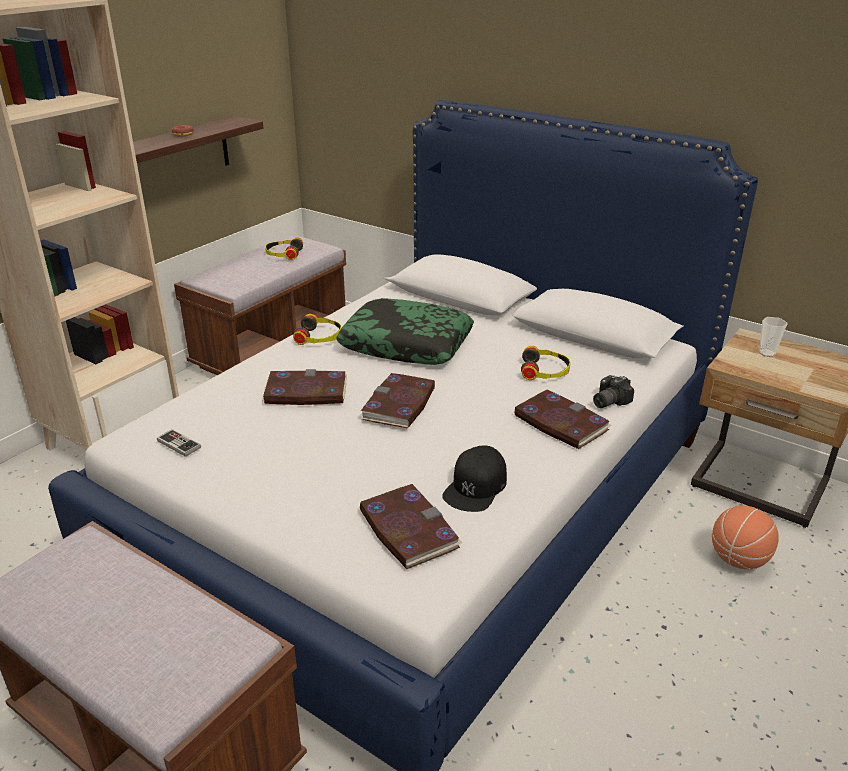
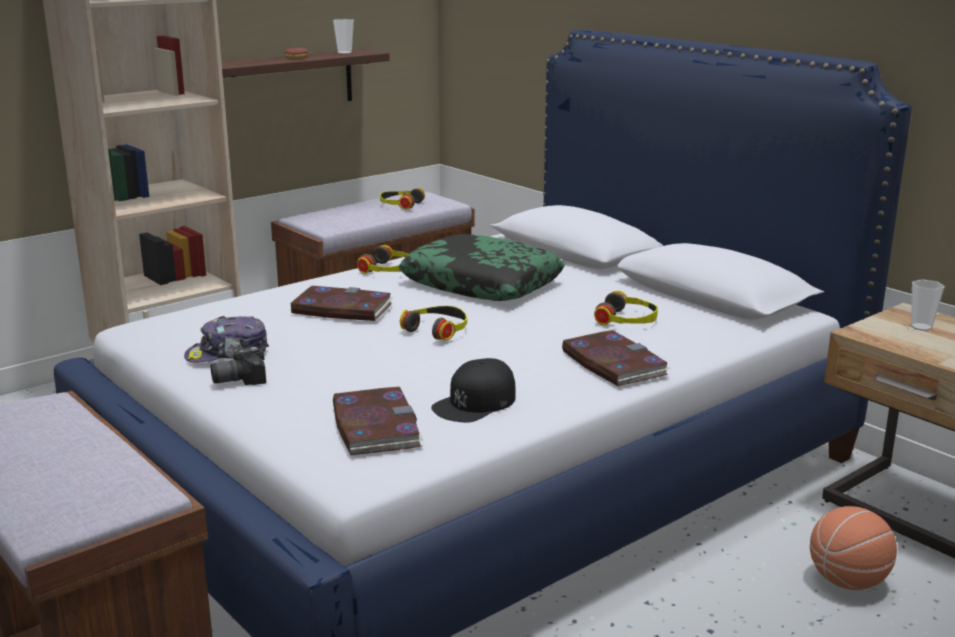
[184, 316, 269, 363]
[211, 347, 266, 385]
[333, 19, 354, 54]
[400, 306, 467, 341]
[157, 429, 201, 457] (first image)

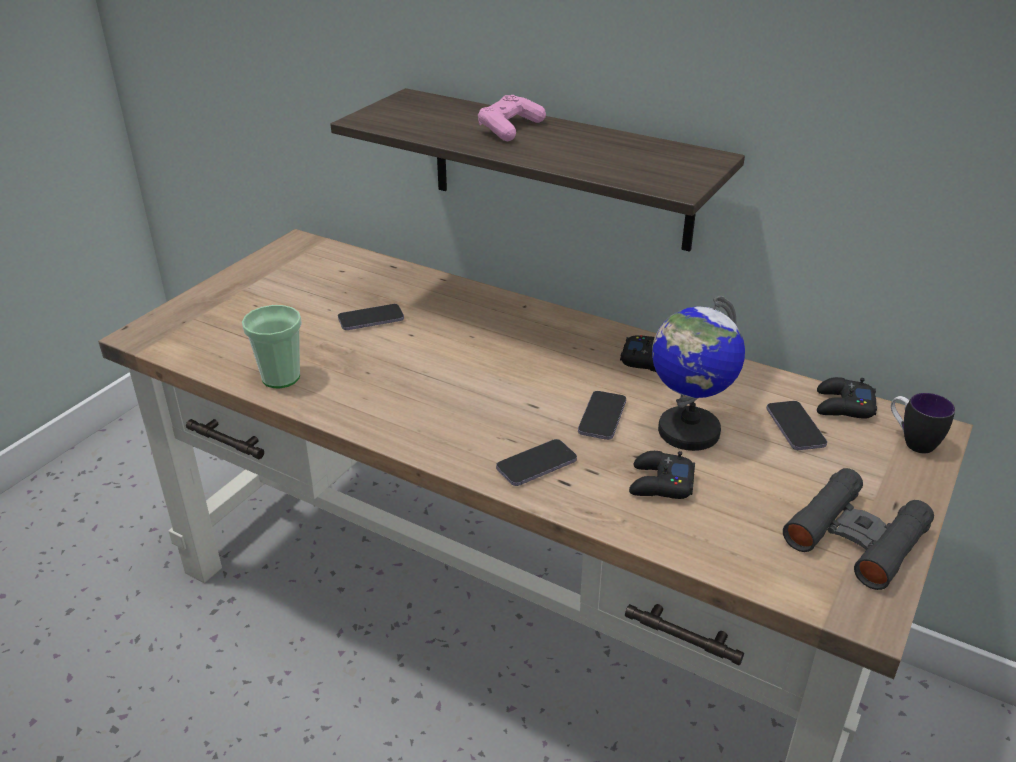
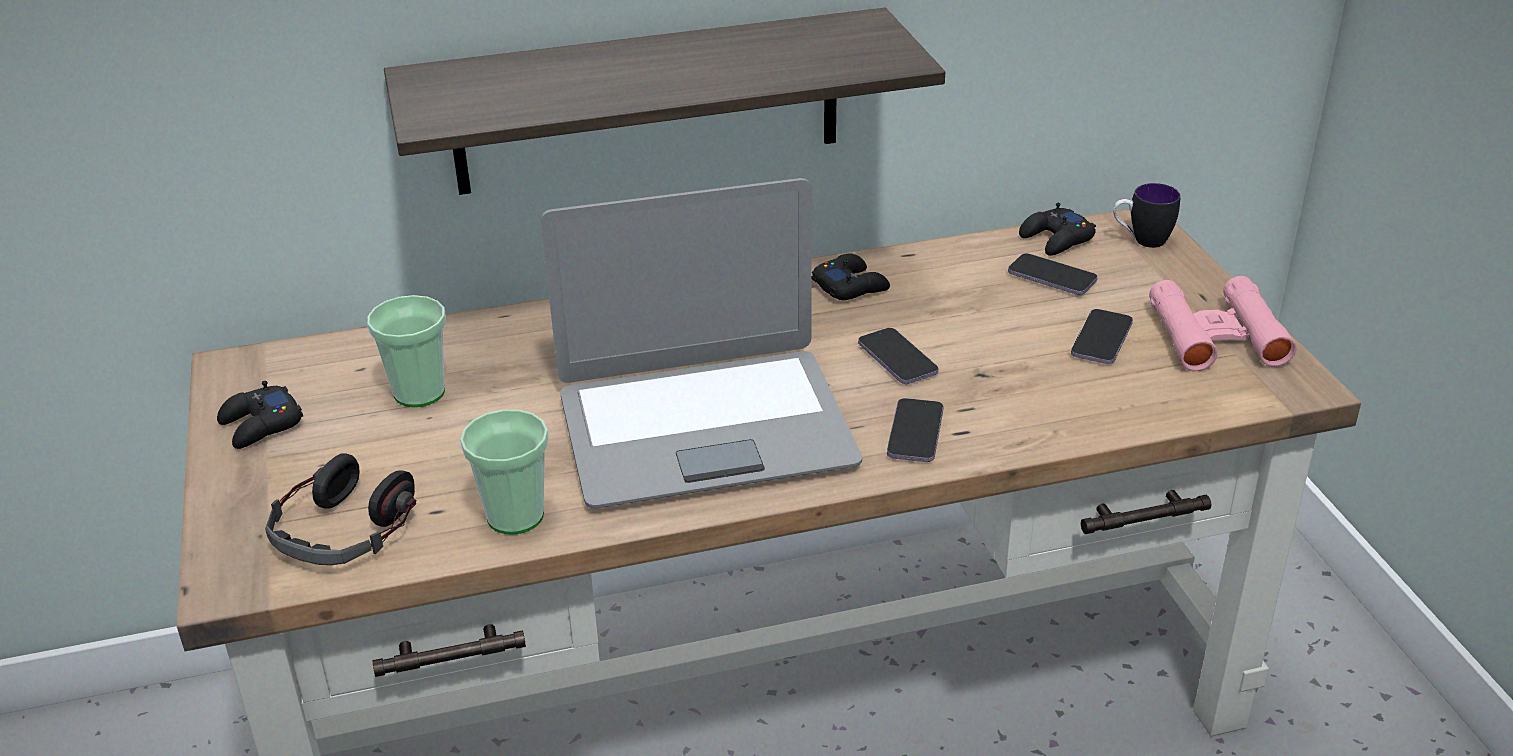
[217, 381, 303, 449]
[265, 453, 417, 565]
[367, 295, 446, 407]
[541, 178, 862, 508]
[1071, 309, 1133, 364]
[1149, 276, 1297, 371]
[478, 95, 546, 141] (first image)
[652, 295, 745, 451] (first image)

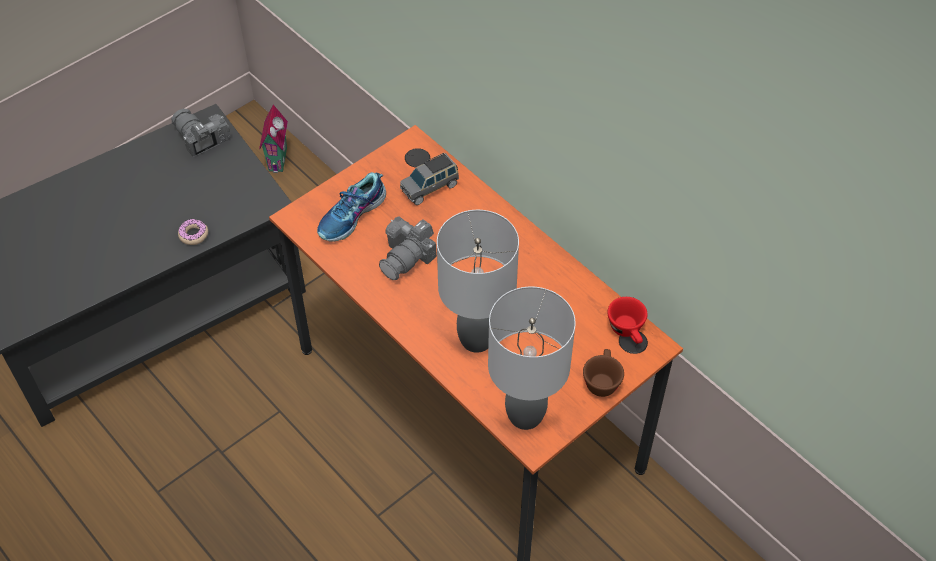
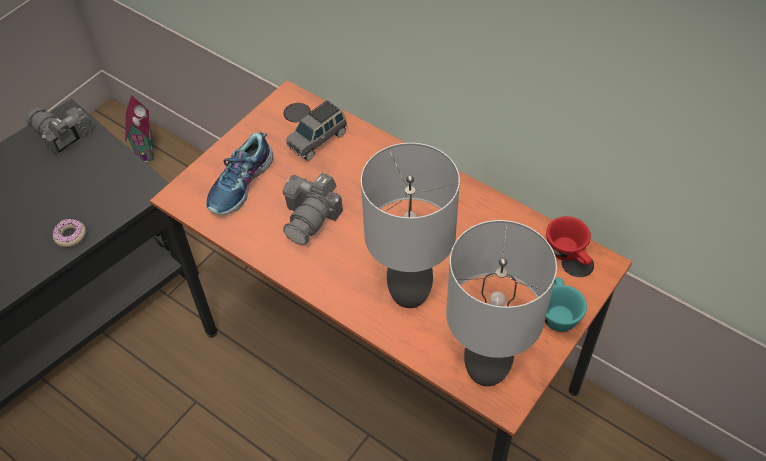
[545, 277, 587, 332]

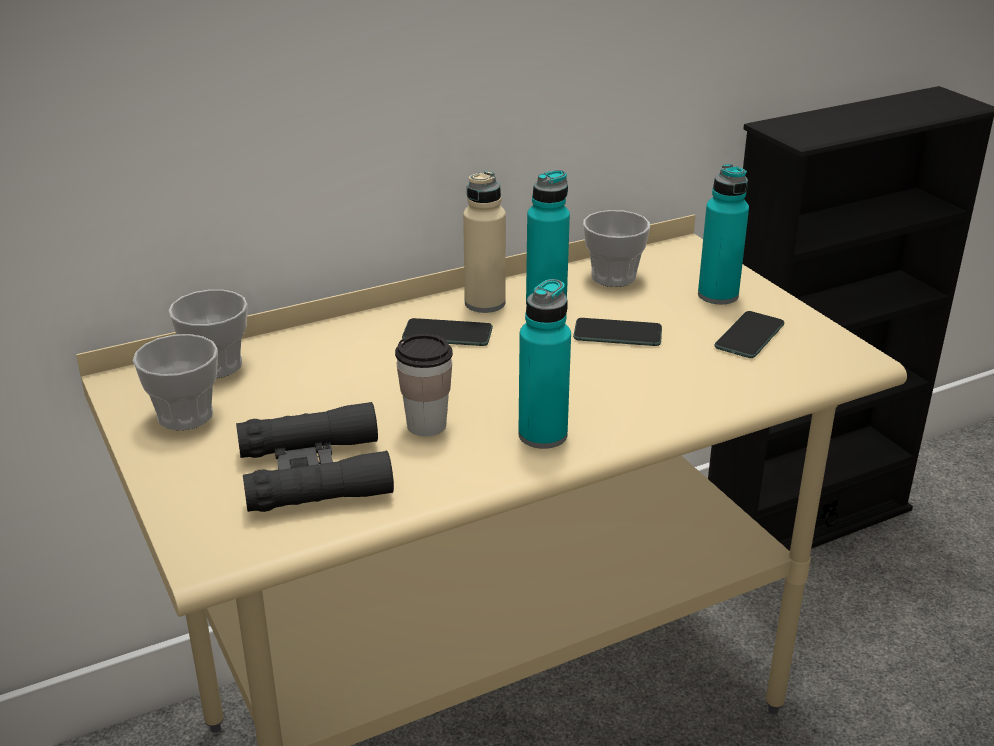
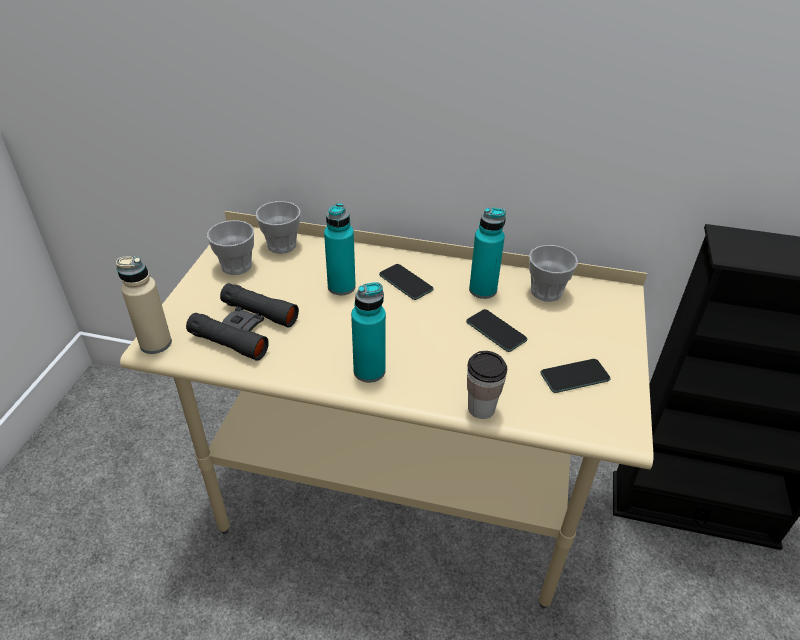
[116, 256, 172, 354]
[324, 203, 356, 295]
[467, 351, 507, 419]

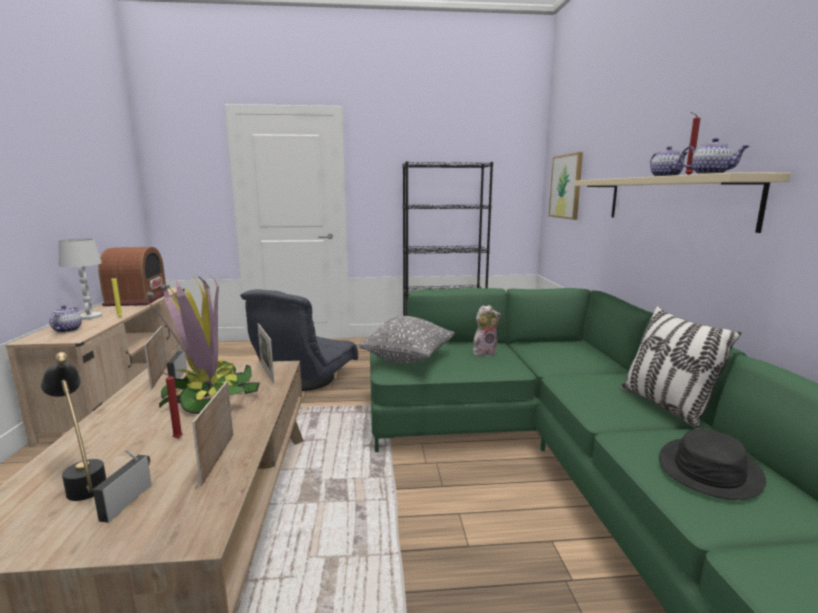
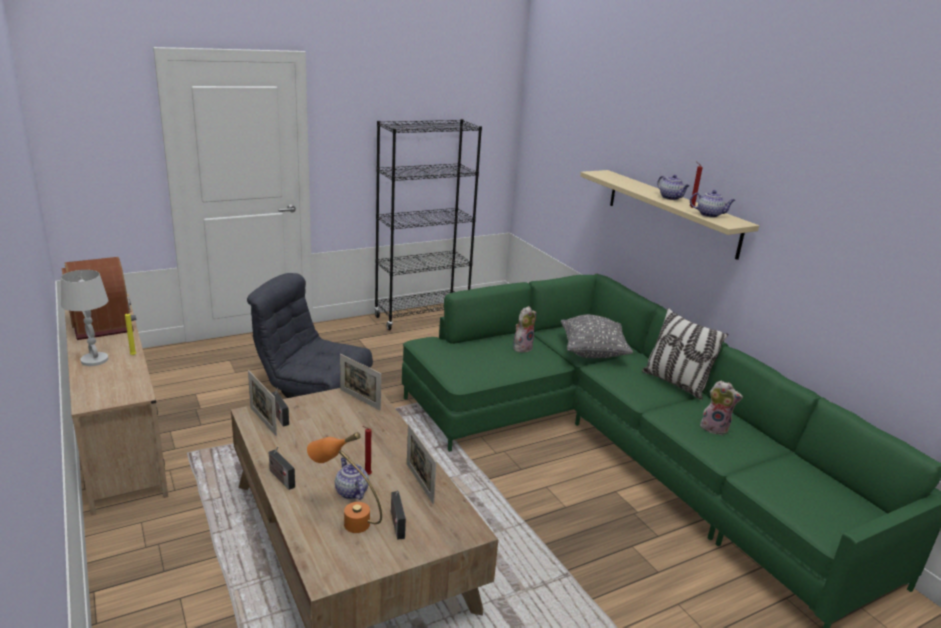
[247, 273, 373, 398]
[269, 446, 295, 490]
[307, 432, 382, 533]
[335, 457, 369, 500]
[561, 315, 633, 358]
[700, 381, 743, 435]
[146, 273, 260, 414] (first image)
[549, 152, 583, 220] (first image)

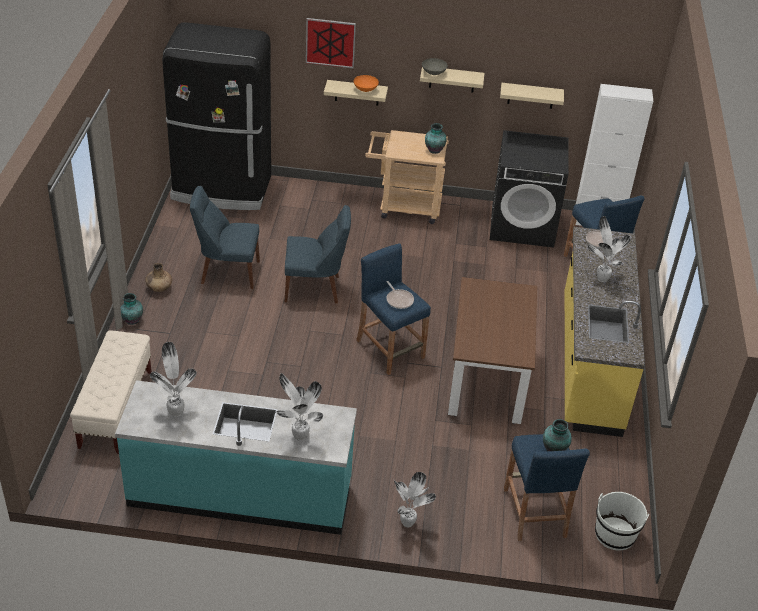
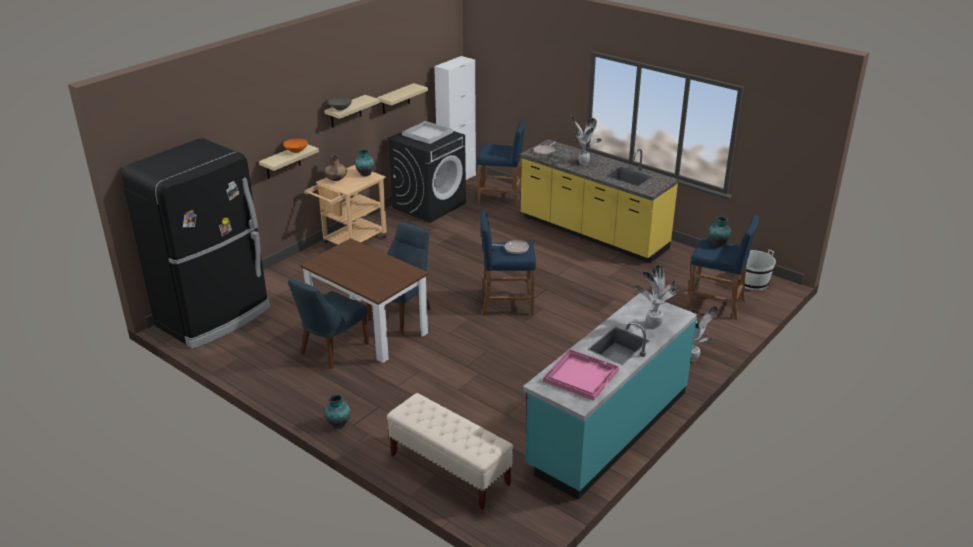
[300, 238, 429, 363]
[324, 155, 347, 181]
[402, 121, 453, 144]
[543, 349, 619, 401]
[306, 18, 356, 68] (first image)

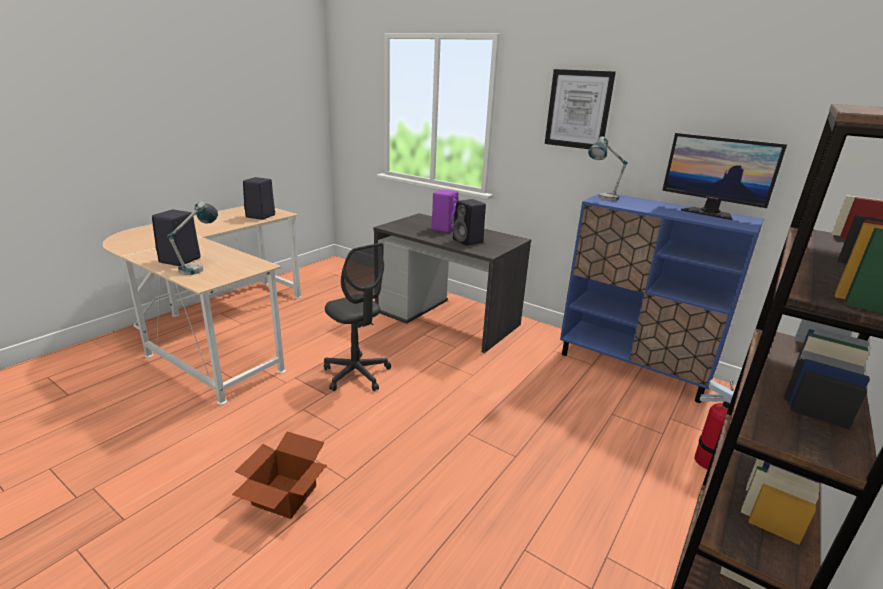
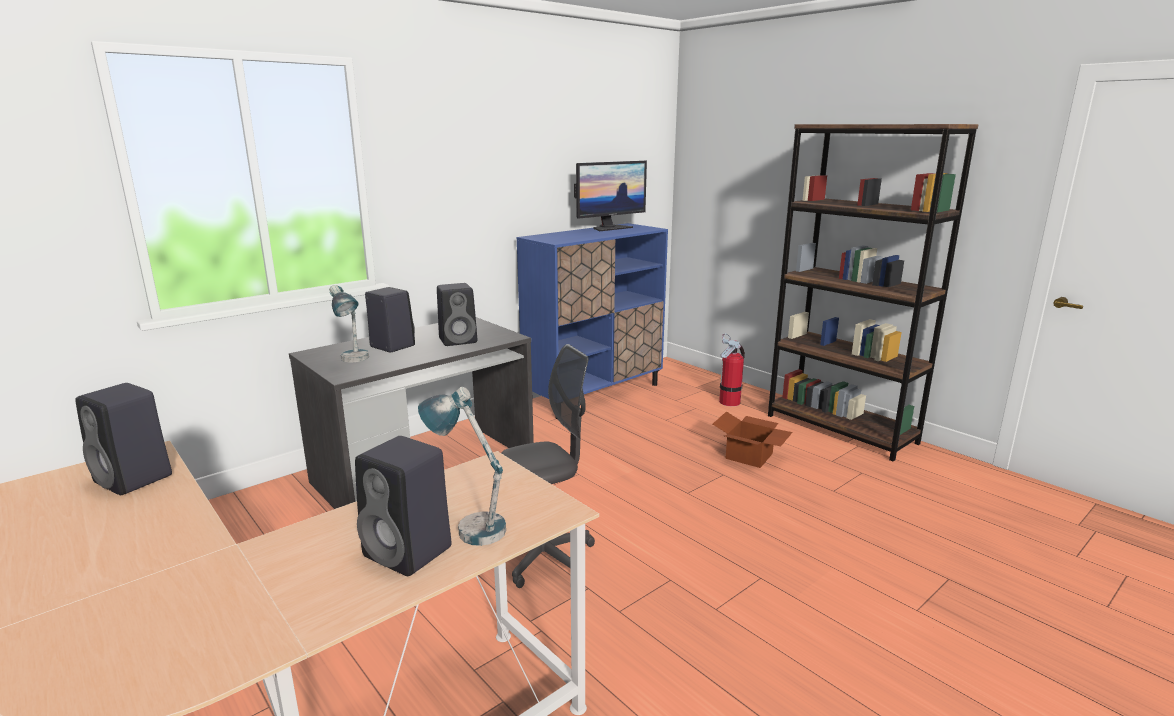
[329, 285, 369, 362]
[365, 287, 415, 352]
[713, 411, 793, 468]
[545, 69, 616, 149] (first image)

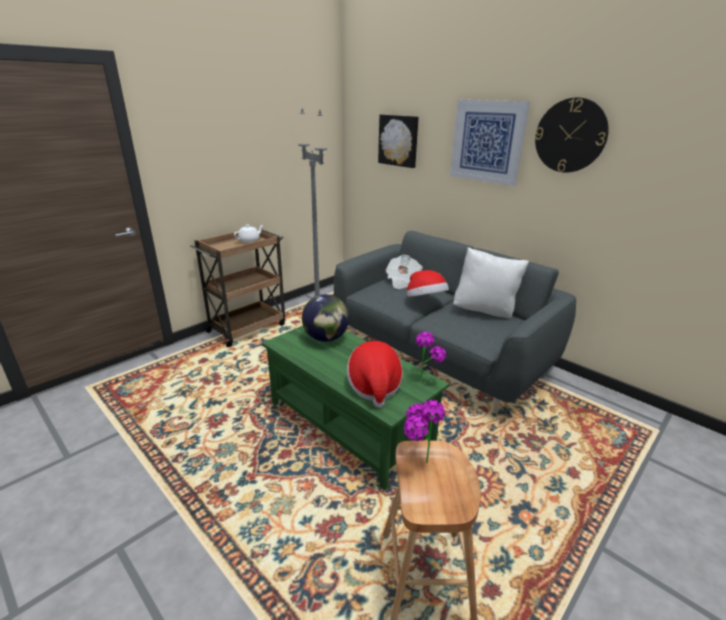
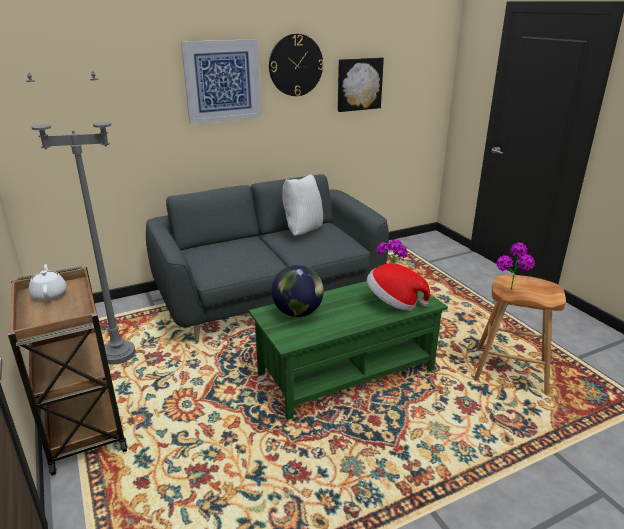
[338, 57, 384, 112]
[386, 255, 423, 289] (first image)
[407, 270, 449, 297] (first image)

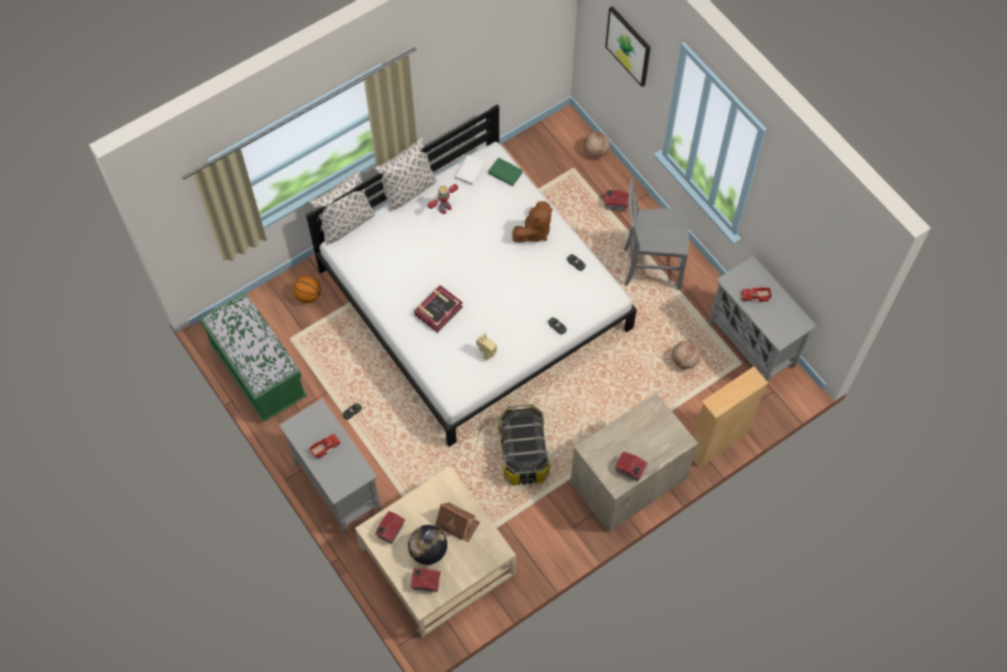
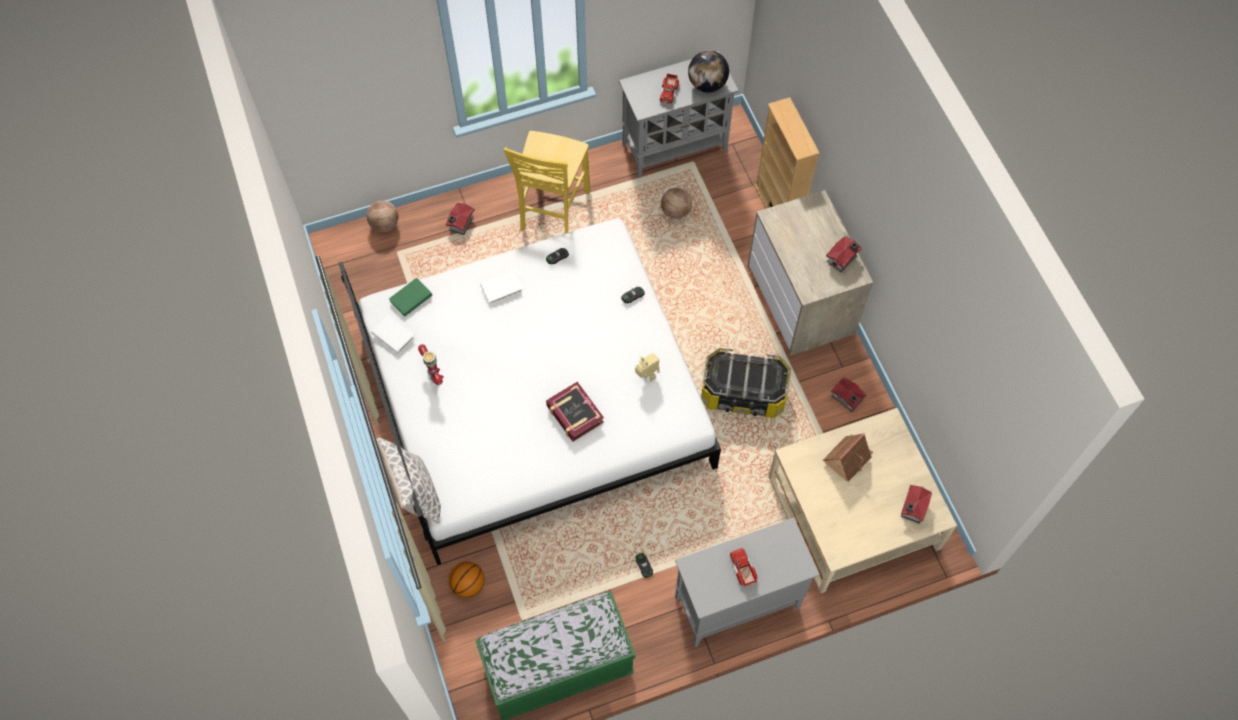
[480, 271, 523, 305]
[504, 131, 590, 234]
[688, 51, 729, 92]
[831, 377, 867, 412]
[374, 137, 437, 211] (first image)
[605, 6, 651, 87] (first image)

